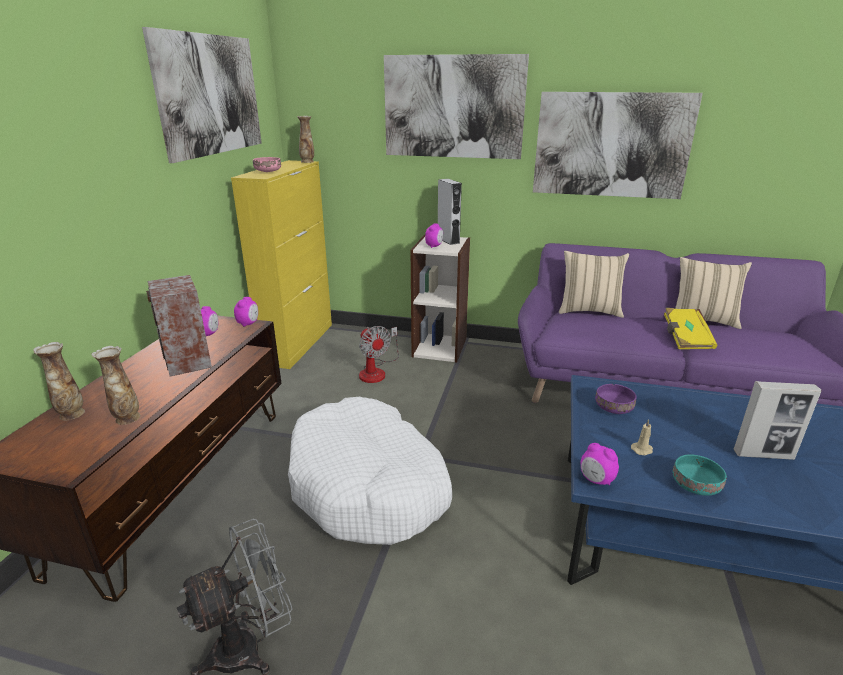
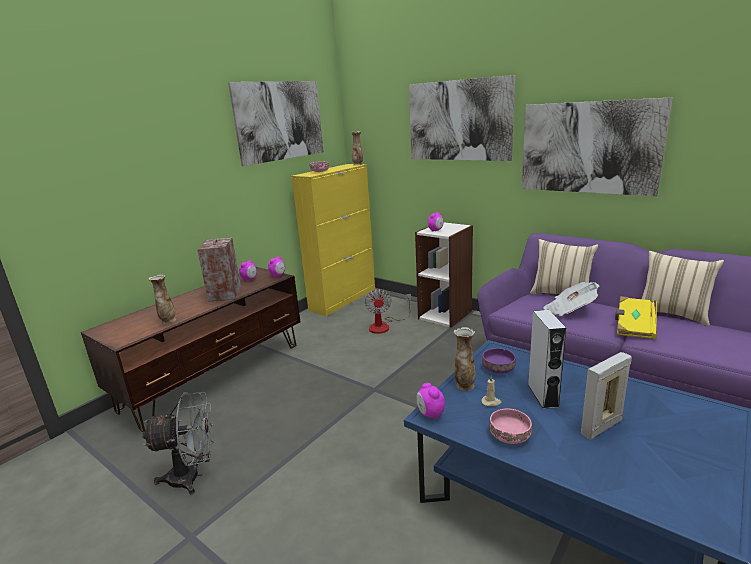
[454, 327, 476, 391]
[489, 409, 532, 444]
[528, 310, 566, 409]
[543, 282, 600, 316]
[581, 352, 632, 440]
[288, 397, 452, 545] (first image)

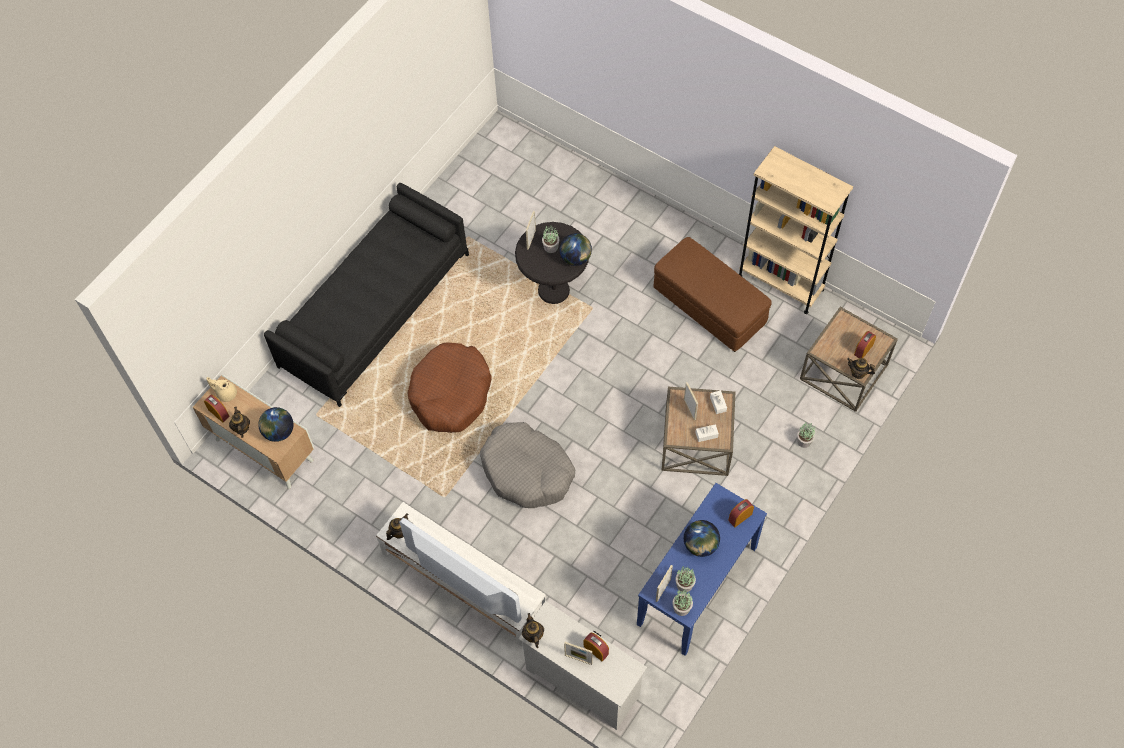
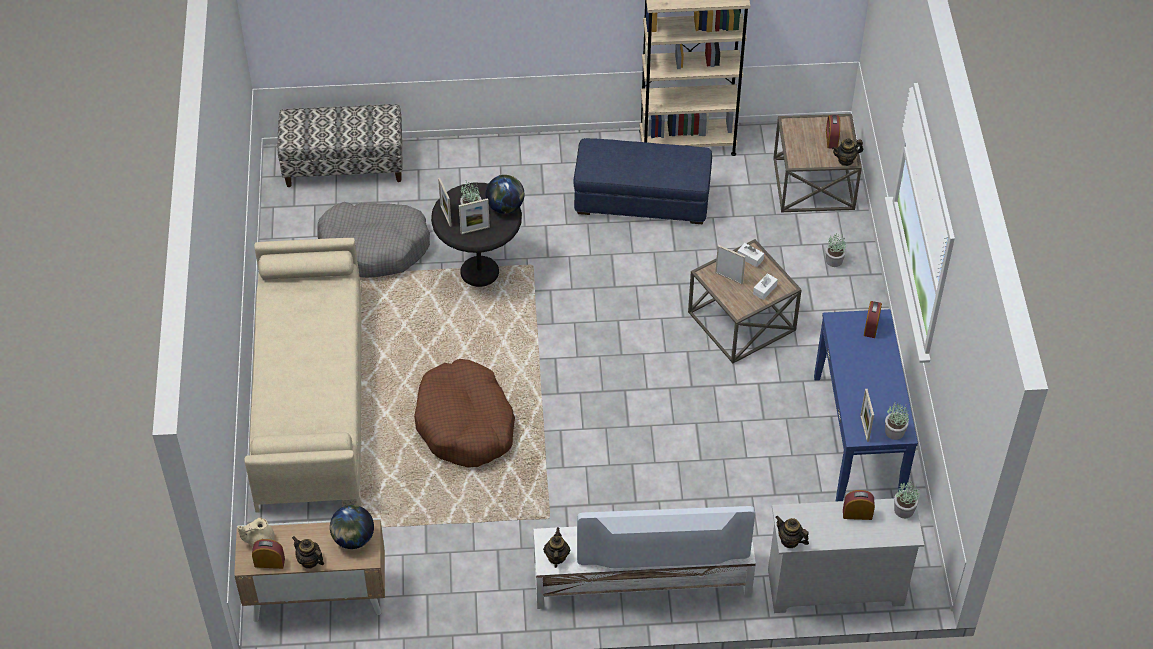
[244, 238, 362, 513]
[277, 104, 403, 187]
[318, 202, 430, 278]
[459, 198, 490, 234]
[574, 138, 712, 224]
[894, 481, 920, 518]
[684, 520, 720, 557] (first image)

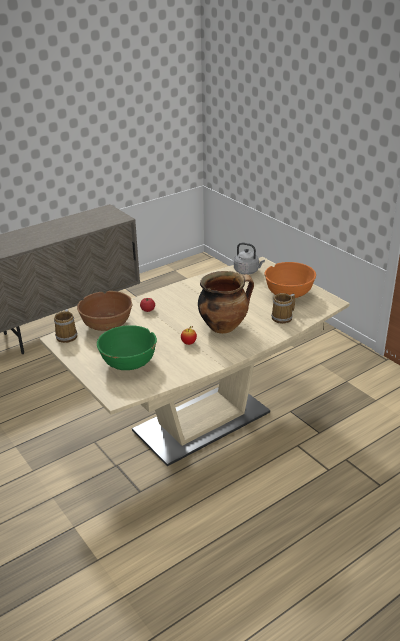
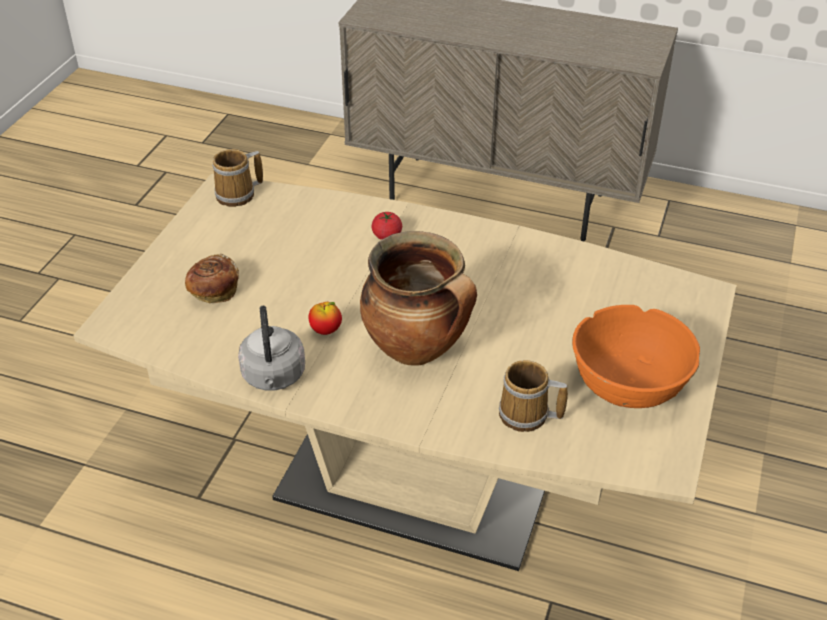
[185, 254, 239, 303]
[238, 306, 305, 391]
[77, 291, 132, 331] (first image)

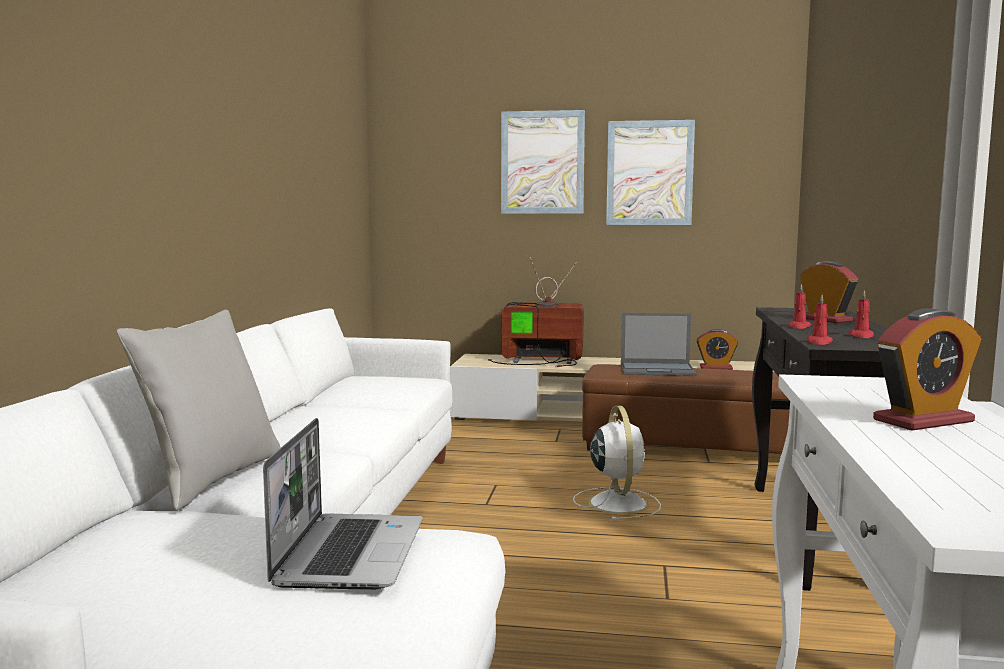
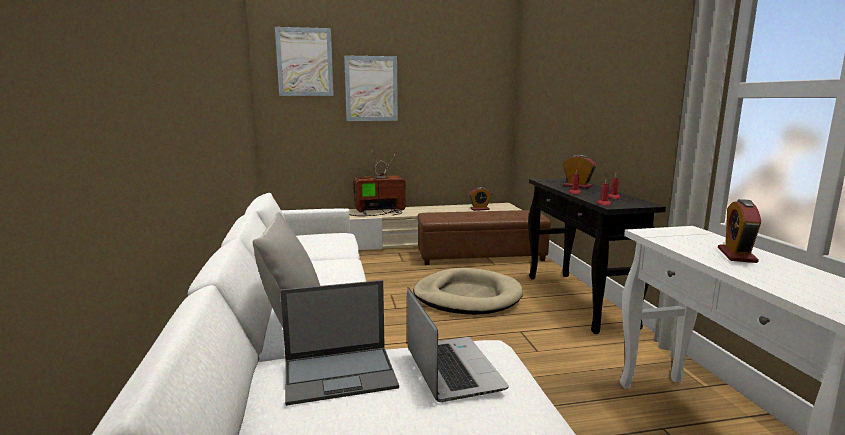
[275, 27, 334, 96]
[280, 280, 399, 406]
[413, 268, 523, 315]
[718, 199, 761, 263]

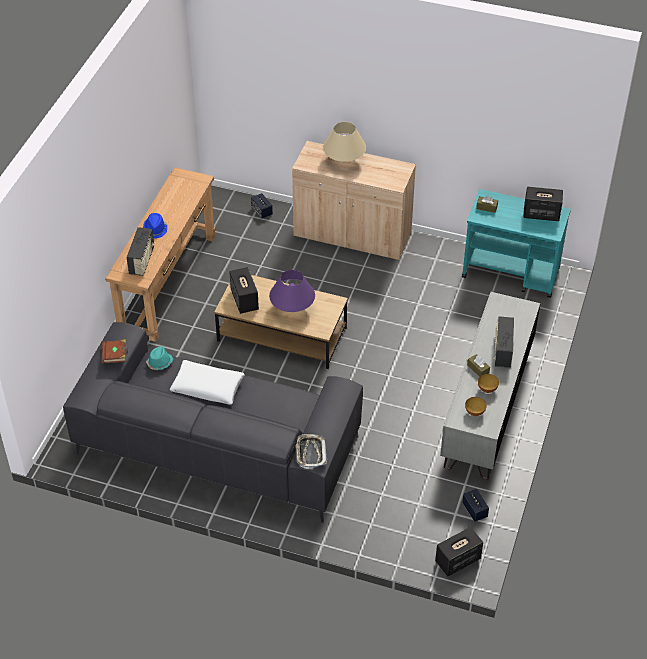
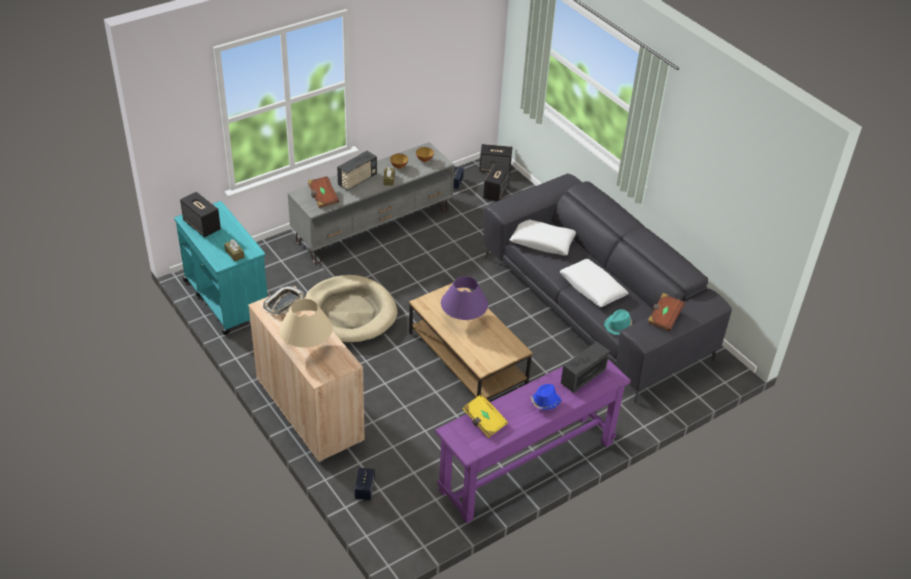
[263, 286, 305, 315]
[305, 275, 397, 343]
[308, 176, 339, 208]
[435, 359, 631, 523]
[463, 394, 508, 438]
[483, 163, 510, 202]
[510, 220, 576, 255]

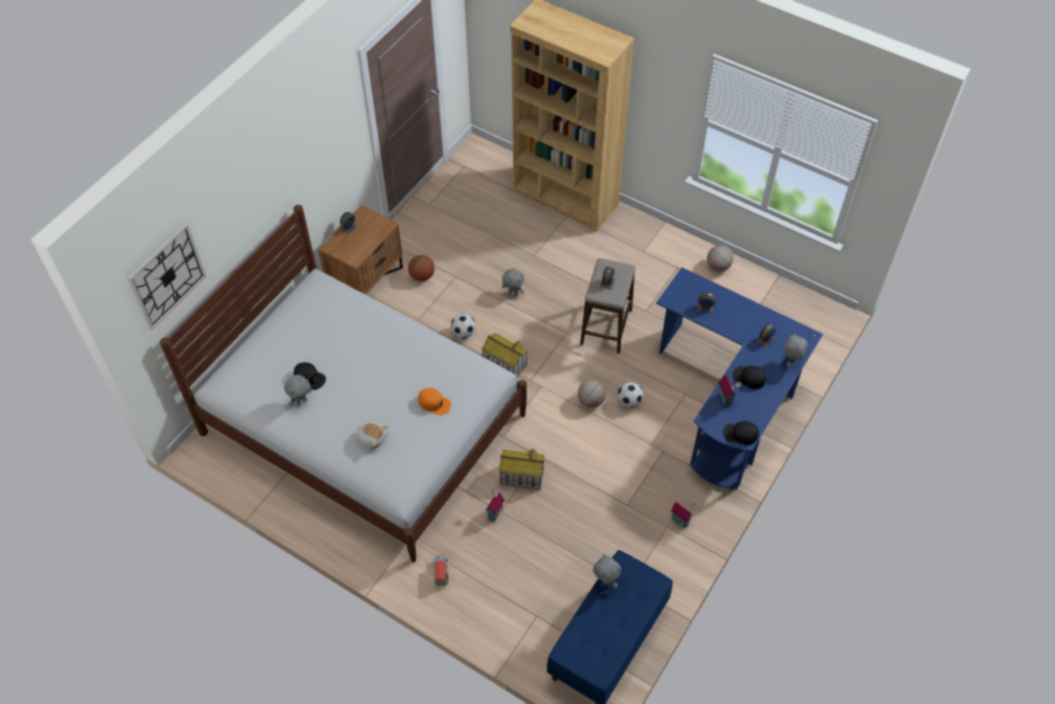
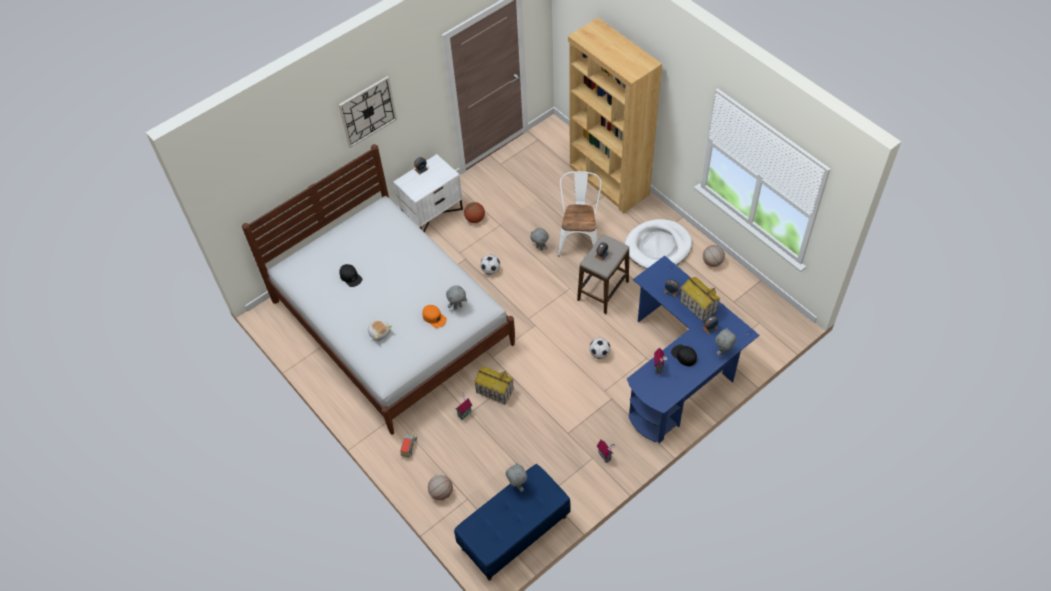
[338, 76, 397, 148]
[393, 154, 463, 232]
[428, 475, 453, 500]
[446, 285, 467, 310]
[558, 171, 602, 256]
[625, 219, 692, 269]
[679, 277, 720, 322]
[723, 421, 759, 445] (first image)

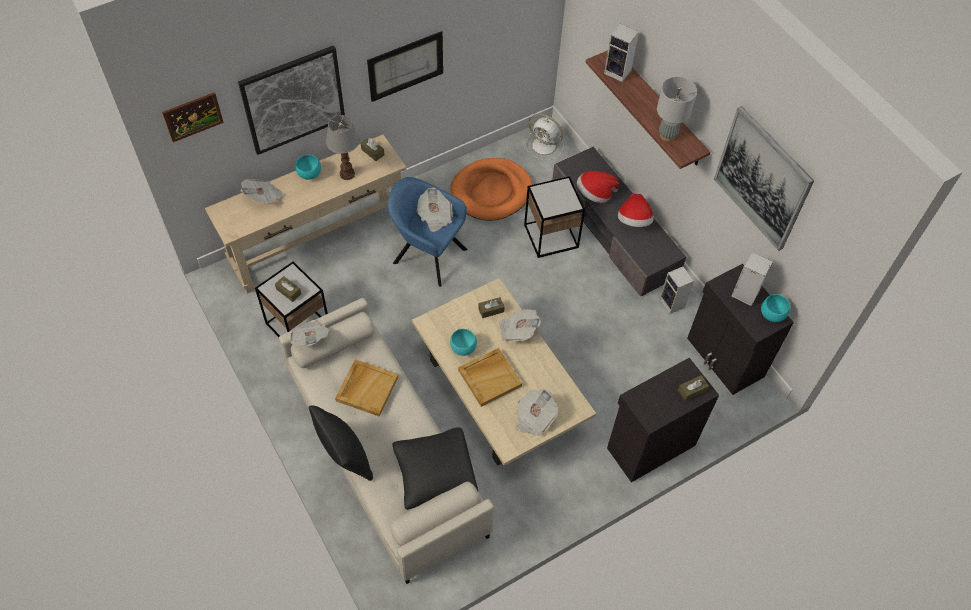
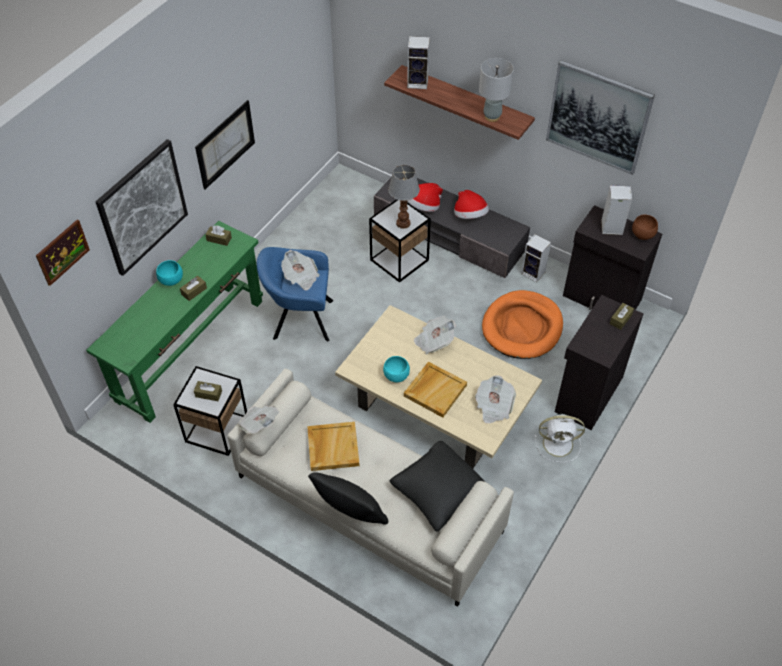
[86, 221, 263, 423]
[180, 276, 207, 301]
[388, 165, 420, 229]
[482, 290, 563, 359]
[535, 414, 585, 463]
[632, 214, 658, 240]
[240, 179, 285, 204] (first image)

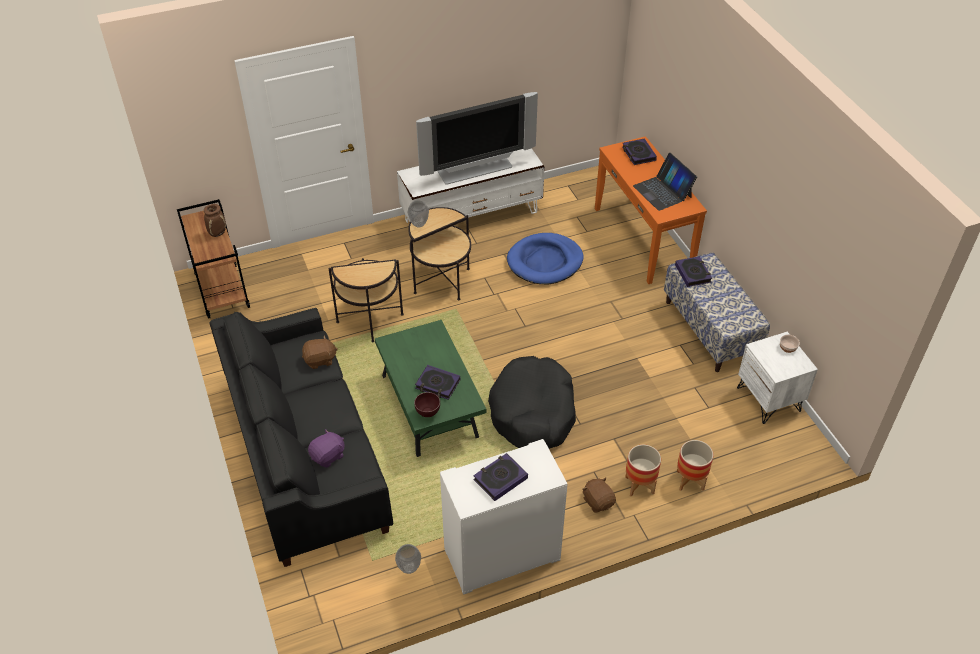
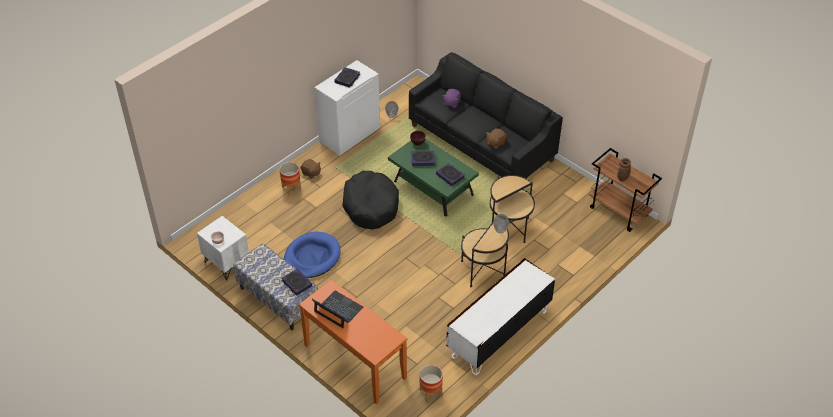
[284, 232, 341, 278]
[420, 365, 443, 402]
[436, 163, 465, 186]
[416, 92, 538, 185] (first image)

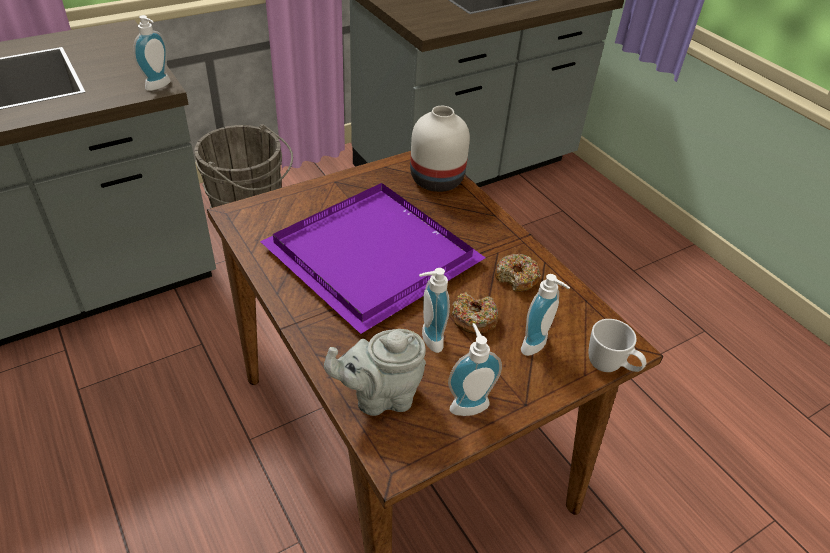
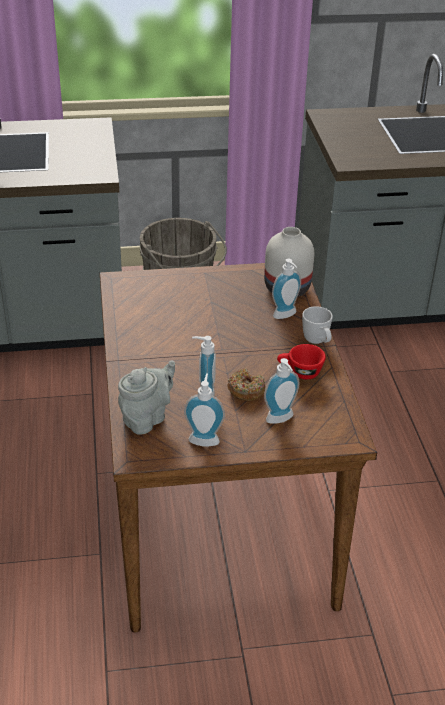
[118, 361, 175, 435]
[272, 259, 301, 319]
[277, 344, 326, 379]
[302, 306, 333, 344]
[260, 183, 486, 334] (first image)

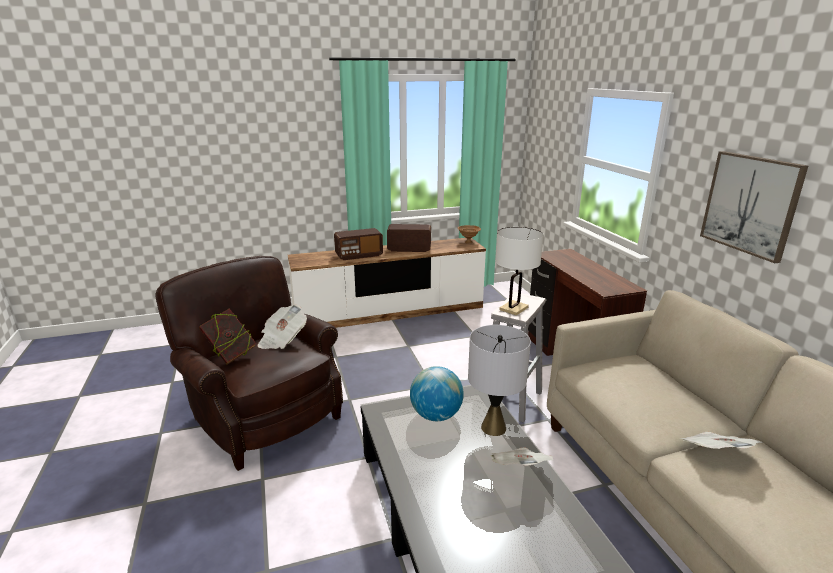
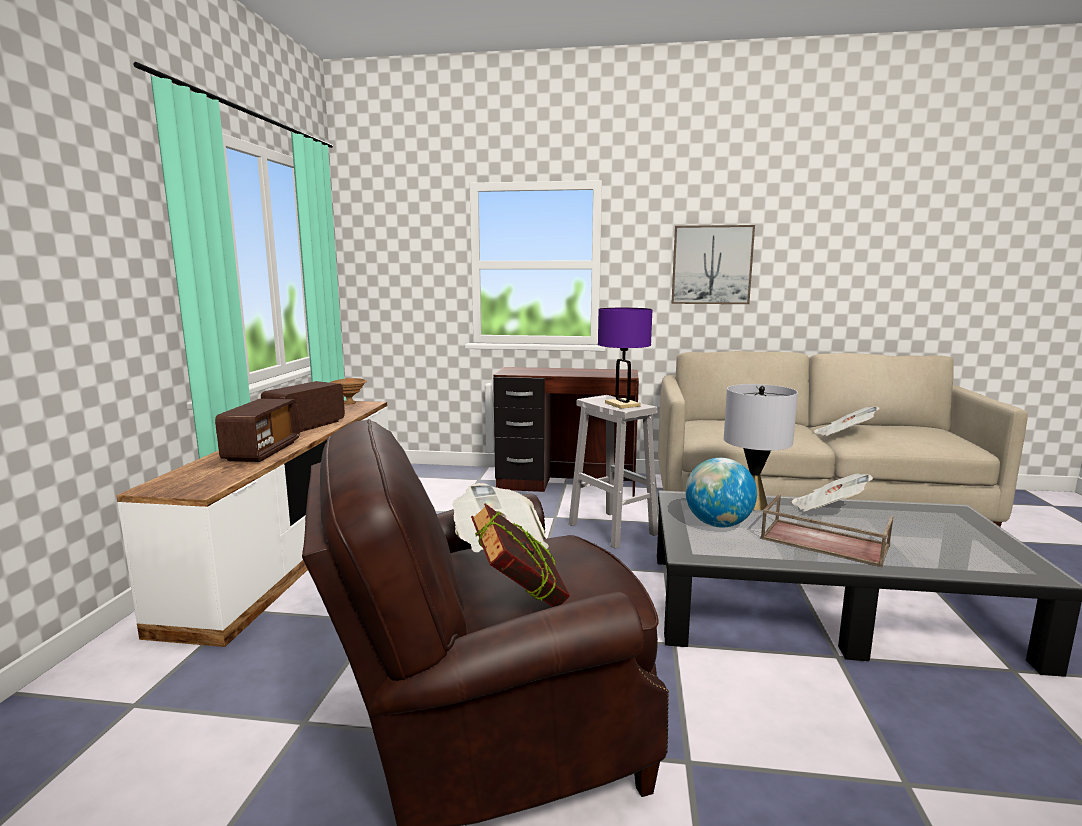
[598, 308, 653, 409]
[760, 494, 893, 568]

